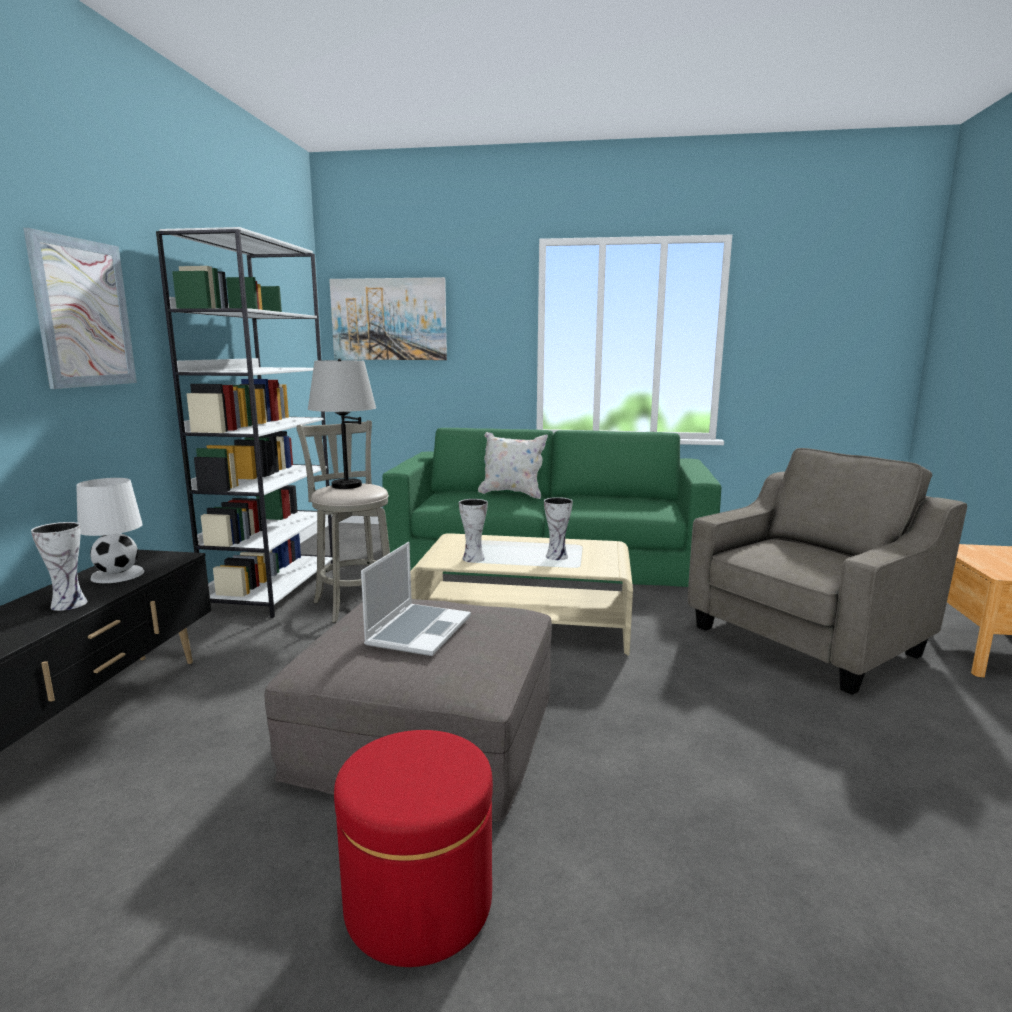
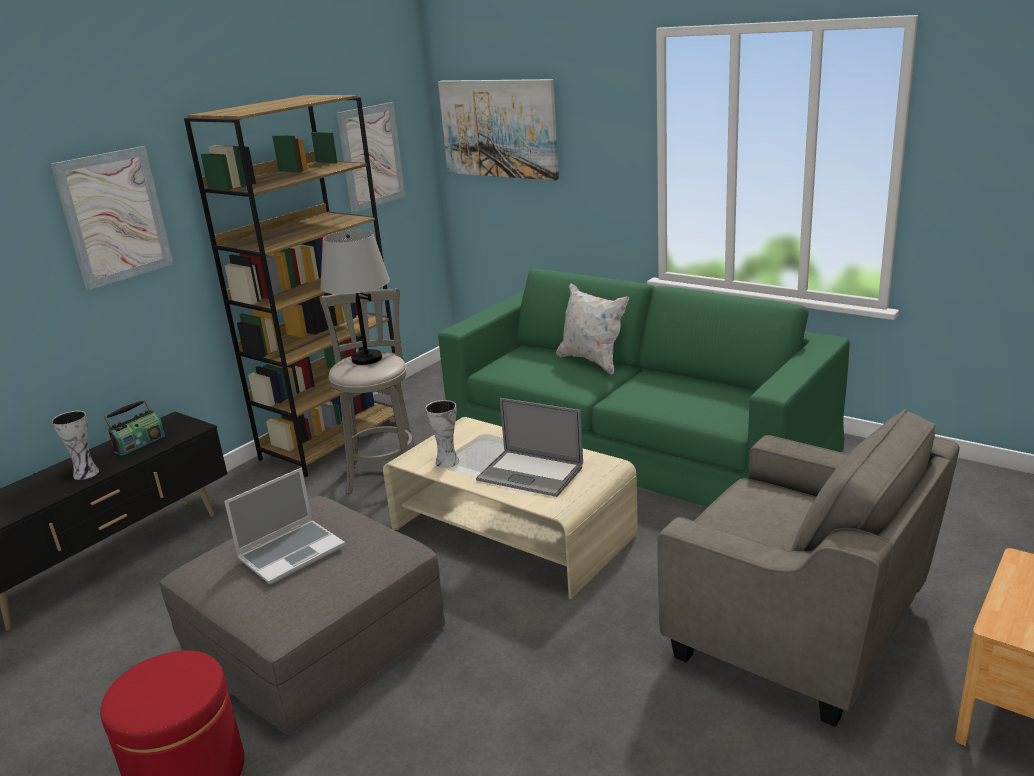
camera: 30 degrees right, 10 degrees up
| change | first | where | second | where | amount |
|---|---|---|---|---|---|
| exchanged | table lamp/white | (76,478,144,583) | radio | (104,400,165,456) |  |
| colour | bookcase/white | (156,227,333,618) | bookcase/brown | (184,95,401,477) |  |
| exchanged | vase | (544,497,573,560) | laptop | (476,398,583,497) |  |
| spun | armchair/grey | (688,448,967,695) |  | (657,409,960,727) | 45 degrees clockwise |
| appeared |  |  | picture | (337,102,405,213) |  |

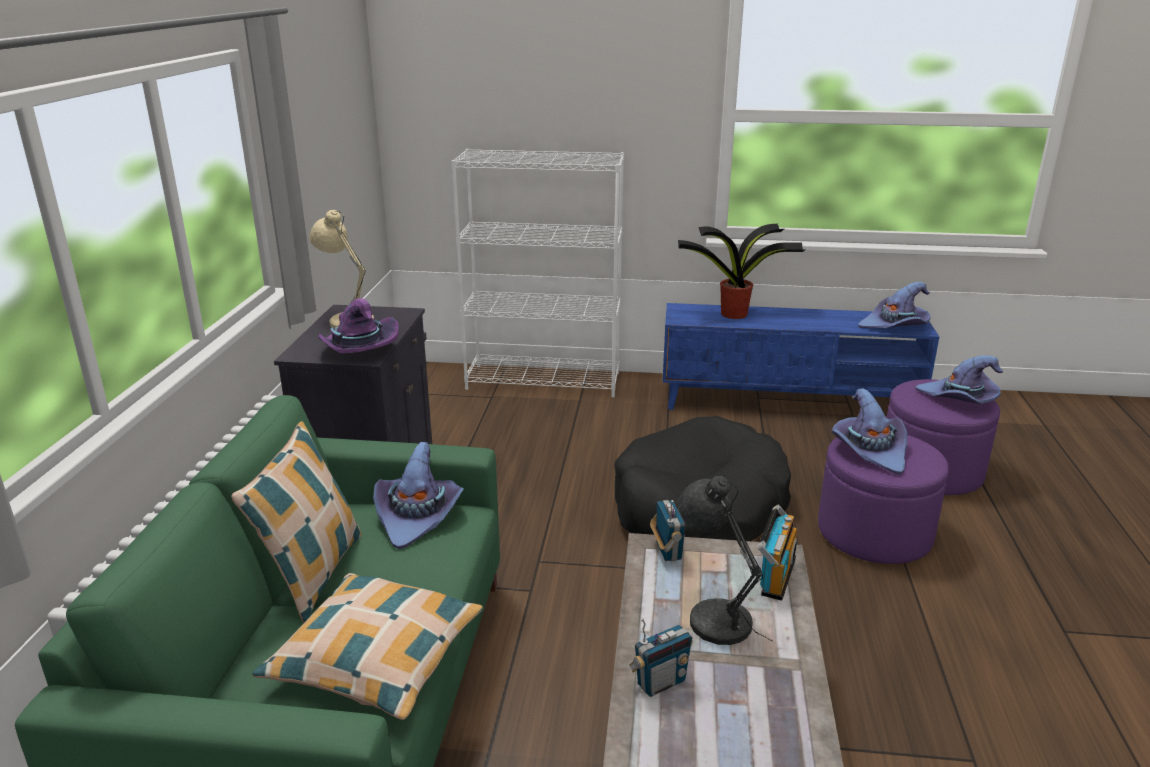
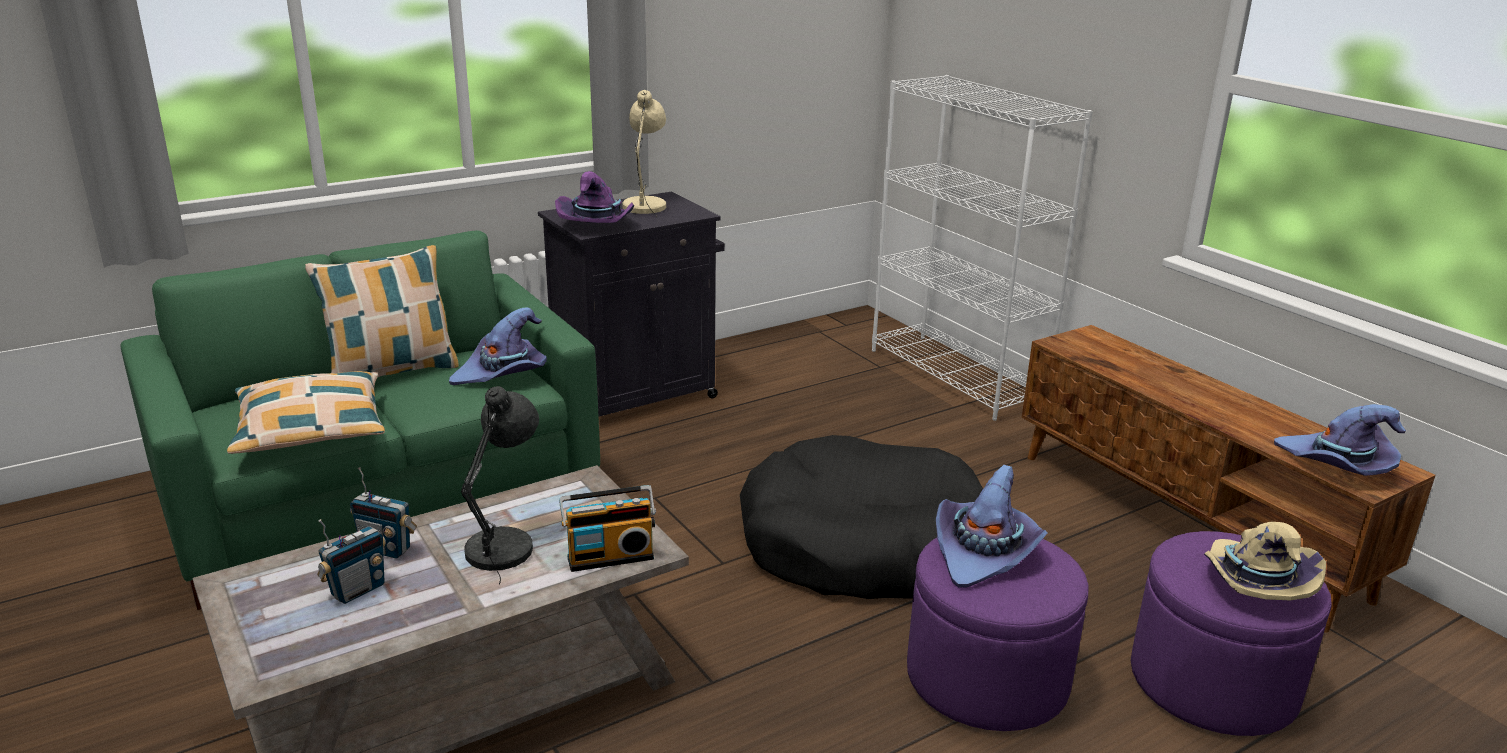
camera: 50 degrees right, 0 degrees up
| change | first | where | second | where | amount |
|---|---|---|---|---|---|
| relocated | radio | (650,500,685,561) |  | (317,519,386,604) |  |
| colour | tv stand/blue | (663,303,939,410) | tv stand/brown | (1022,325,1436,633) |  |
| missing | potted plant | (678,224,805,319) |  |  |  |
| colour | hat/purple | (915,355,1003,404) | hat/beige | (1204,522,1326,600) |  |

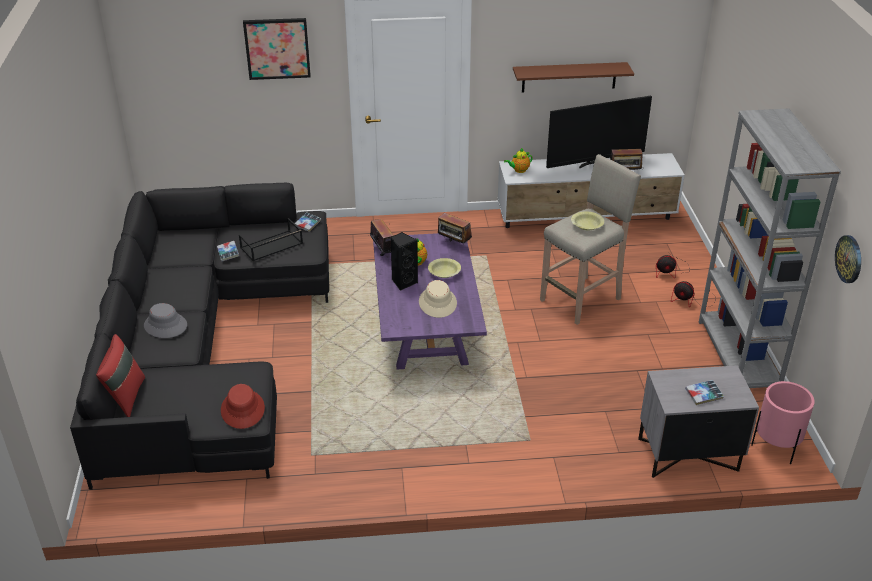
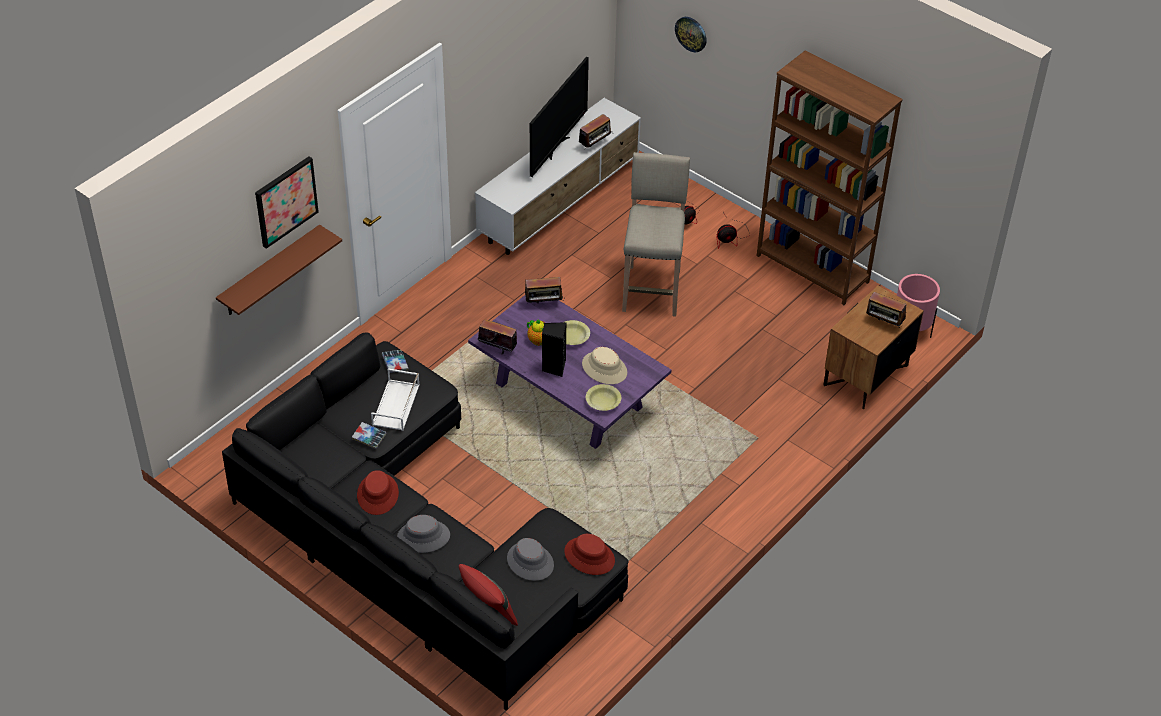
camera: 45 degrees left, 10 degrees up
| change | first | where | second | where | amount |
|---|---|---|---|---|---|
| colour | tray/black | (239,218,303,261) | tray/white | (371,368,419,431) |  |
| missing | teapot | (504,148,532,173) |  |  |  |
| relocated | shelf/brown | (513,62,634,92) |  | (216,225,342,315) |  |
| relocated | bowl/yellow | (571,211,604,230) |  | (586,384,621,411) |  |
| colour | nightstand/grey | (638,365,759,478) | nightstand/brown | (823,285,924,409) |  |
| exchanged | book | (685,380,724,405) | radio | (866,292,906,328) |  |
| colour | bookcase/grey | (699,109,841,388) | bookcase/brown | (757,50,903,305) |  |
| relocated | wall clock | (835,235,861,283) |  | (675,17,707,52) |  |
| appeared |  |  | hat/red | (357,470,399,515) |  |
| appeared |  |  | hat/grey | (507,538,554,581) |  |

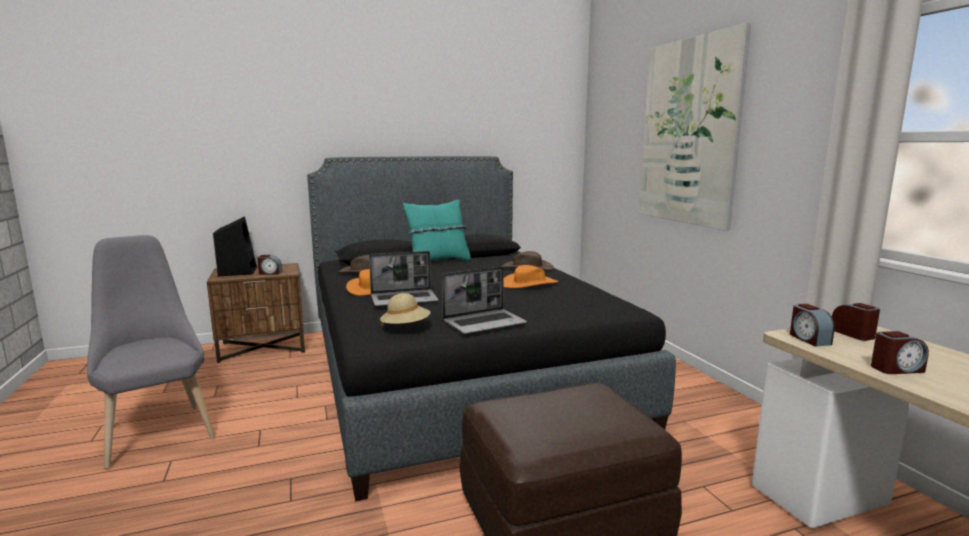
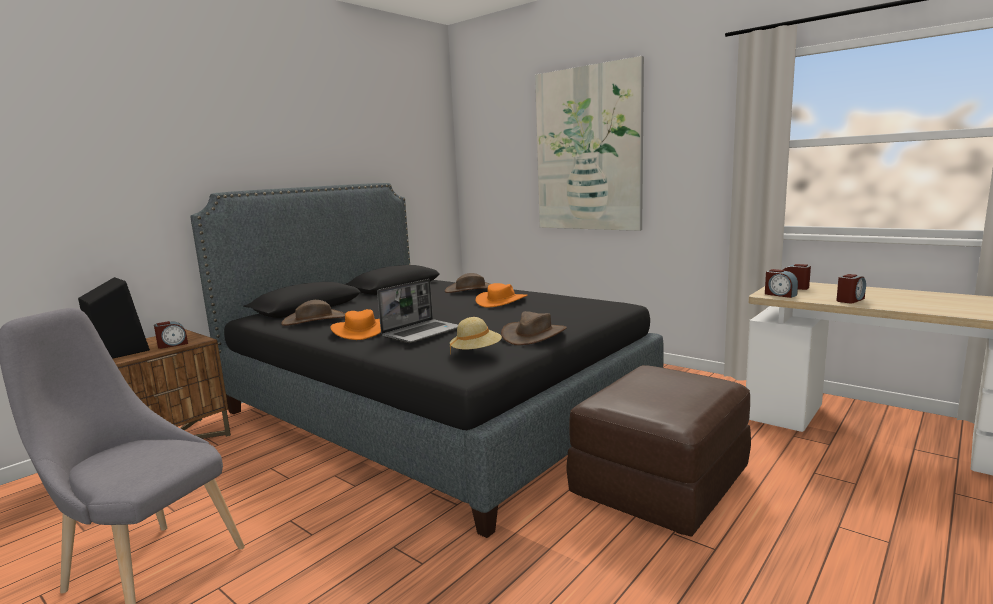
camera: 30 degrees left, 0 degrees up
| change | first | where | second | where | amount |
|---|---|---|---|---|---|
| missing | pillow/turquoise | (403,200,471,261) |  |  |  |
| exchanged | laptop | (442,266,527,334) | hat/brown | (501,311,567,345) |  |

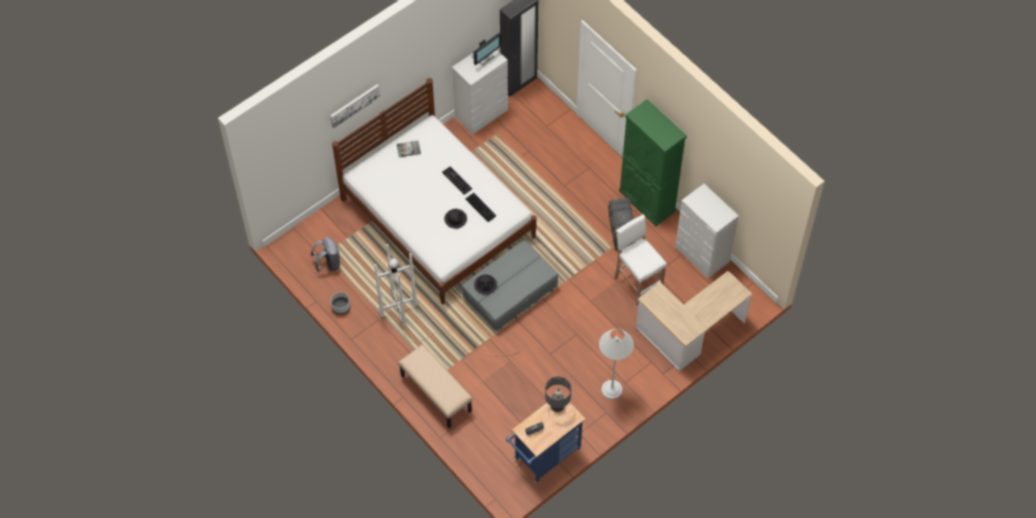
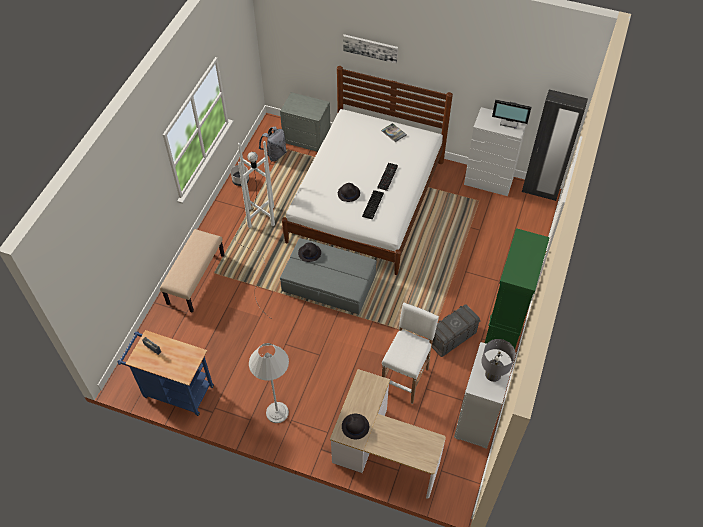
camera: 60 degrees right, 5 degrees down
| change | first | where | second | where | amount |
|---|---|---|---|---|---|
| relocated | table lamp/grey | (545,377,572,412) |  | (482,339,515,382) |  |
| appeared |  |  | nightstand/grey | (280,92,331,152) |  |
| appeared |  |  | hat/black | (342,414,369,439) |  |

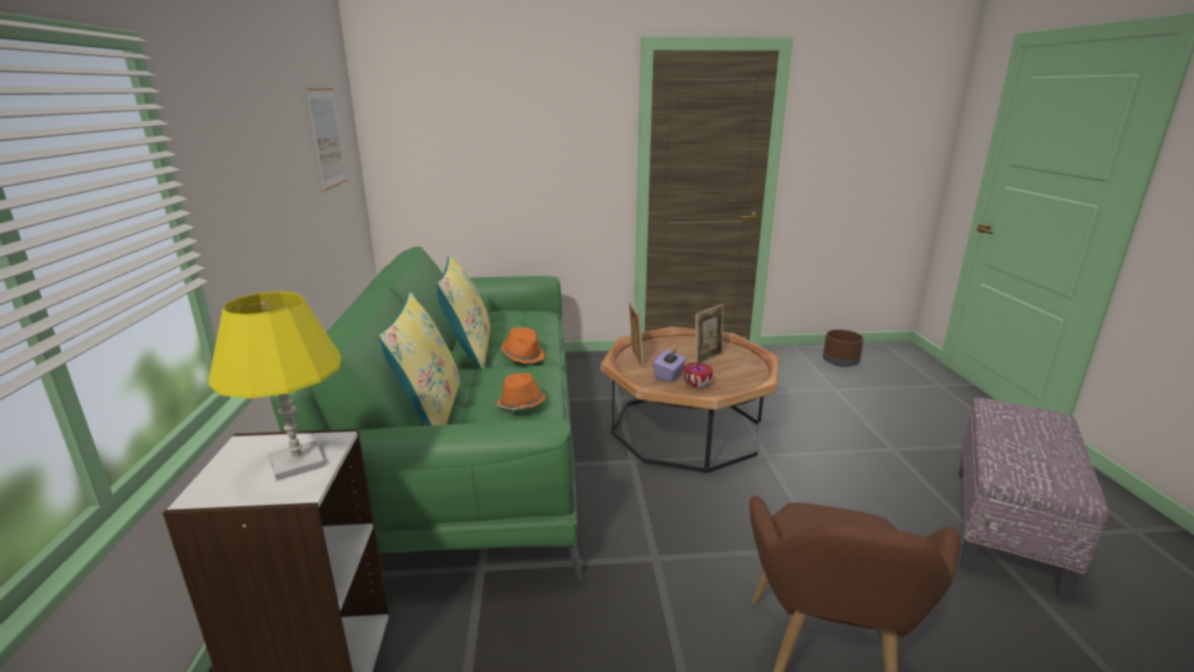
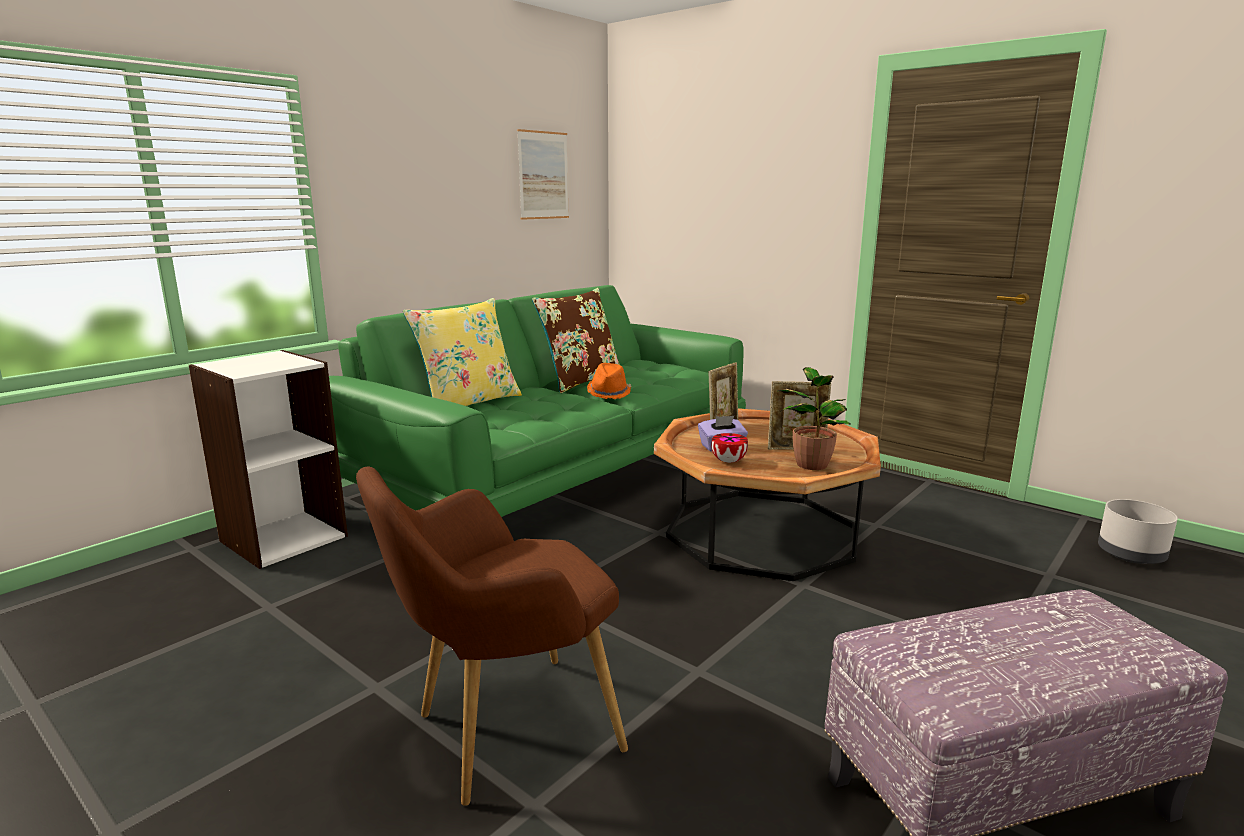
camera: 45 degrees right, 5 degrees down
| change | first | where | second | where | amount |
|---|---|---|---|---|---|
| missing | table lamp/yellow | (208,291,341,481) |  |  |  |
| colour | pillow/yellow | (436,255,490,370) | pillow/brown | (532,288,620,393) |  |
| missing | hat/orange | (496,373,546,410) |  |  |  |
| colour | planter/brown | (823,329,864,367) | planter/grey | (1098,499,1178,564) |  |
| appeared |  |  | potted plant | (778,367,852,470) |  |

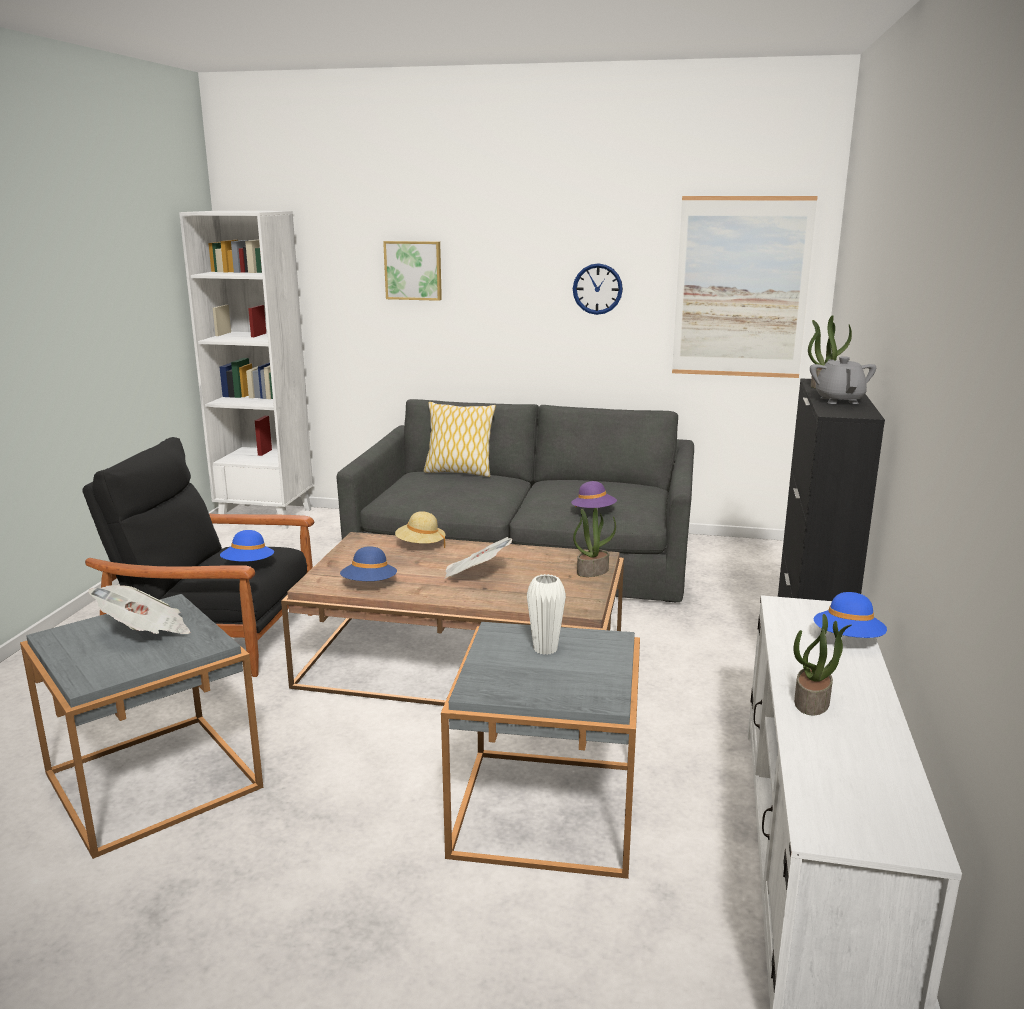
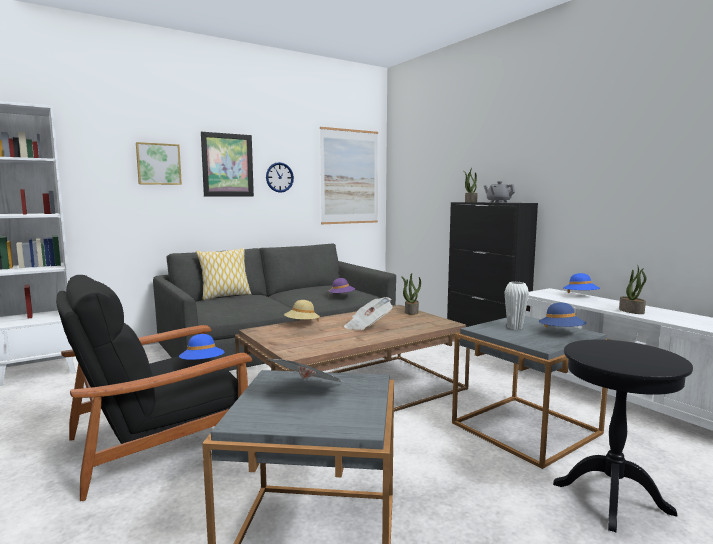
camera: 45 degrees left, 10 degrees down
| change | first | where | second | where | amount |
|---|---|---|---|---|---|
| relocated | hat/blue | (340,546,397,581) |  | (538,303,586,328) |  |
| appeared |  |  | picture | (201,132,254,196) |  |
| appeared |  |  | side table/black | (553,339,693,532) |  |

